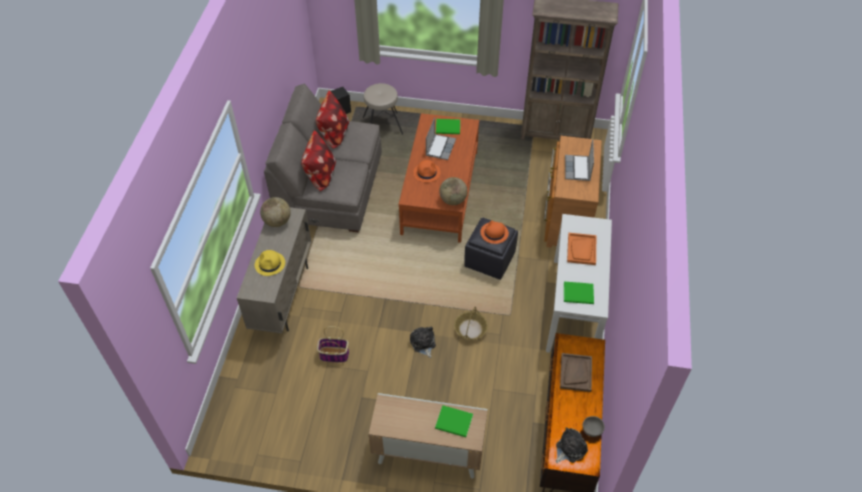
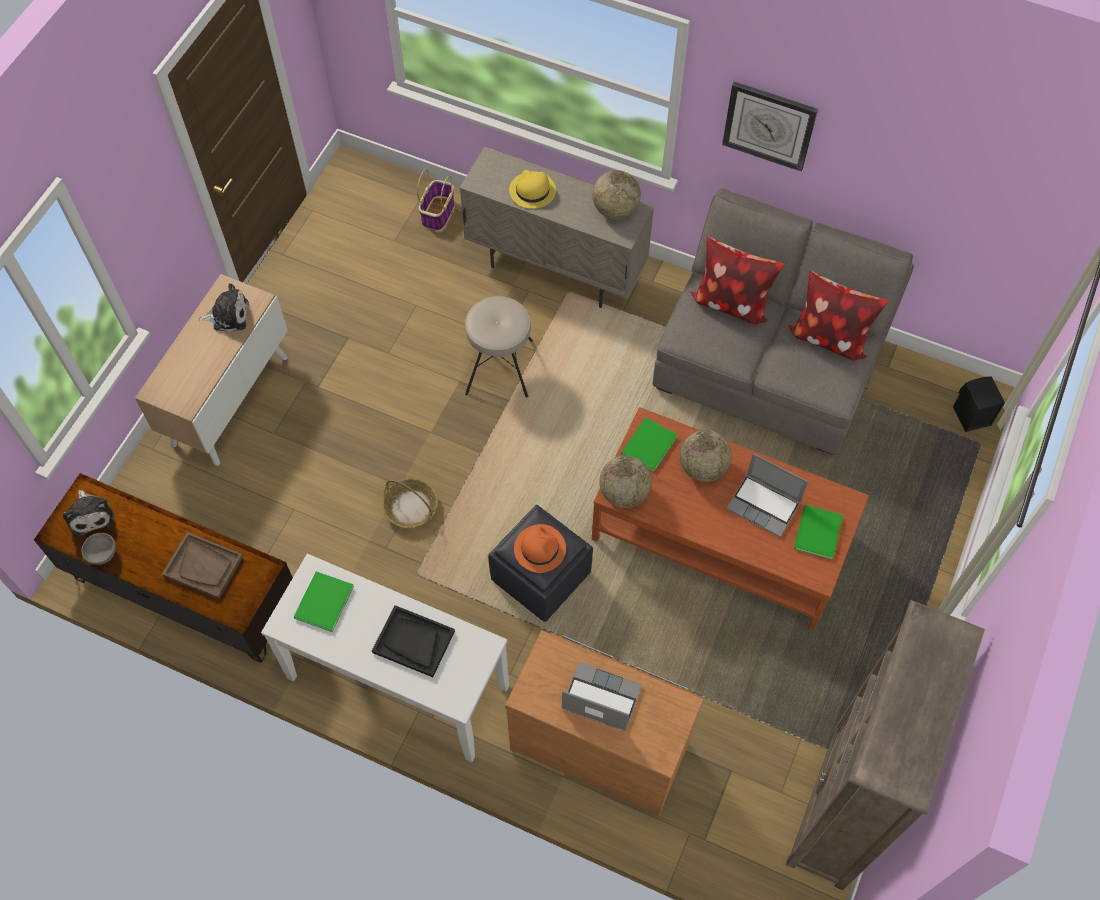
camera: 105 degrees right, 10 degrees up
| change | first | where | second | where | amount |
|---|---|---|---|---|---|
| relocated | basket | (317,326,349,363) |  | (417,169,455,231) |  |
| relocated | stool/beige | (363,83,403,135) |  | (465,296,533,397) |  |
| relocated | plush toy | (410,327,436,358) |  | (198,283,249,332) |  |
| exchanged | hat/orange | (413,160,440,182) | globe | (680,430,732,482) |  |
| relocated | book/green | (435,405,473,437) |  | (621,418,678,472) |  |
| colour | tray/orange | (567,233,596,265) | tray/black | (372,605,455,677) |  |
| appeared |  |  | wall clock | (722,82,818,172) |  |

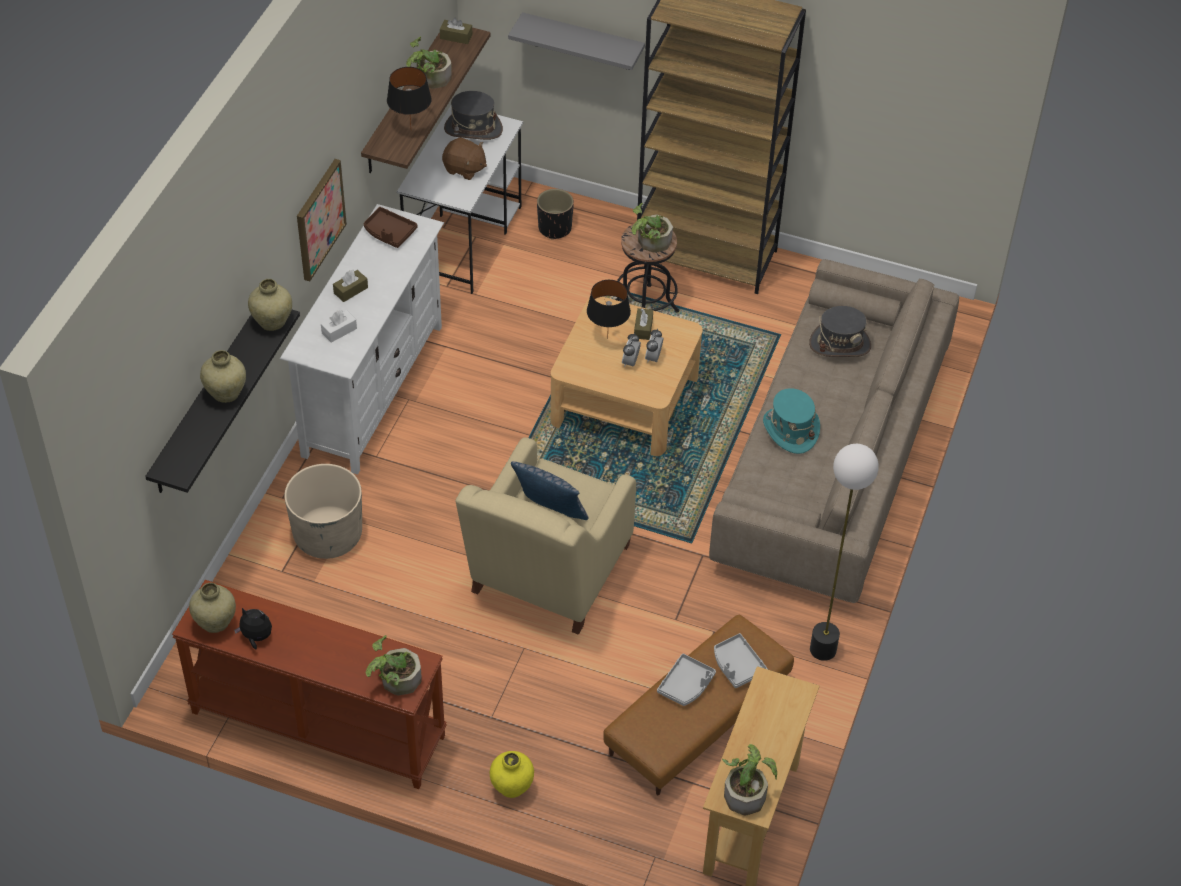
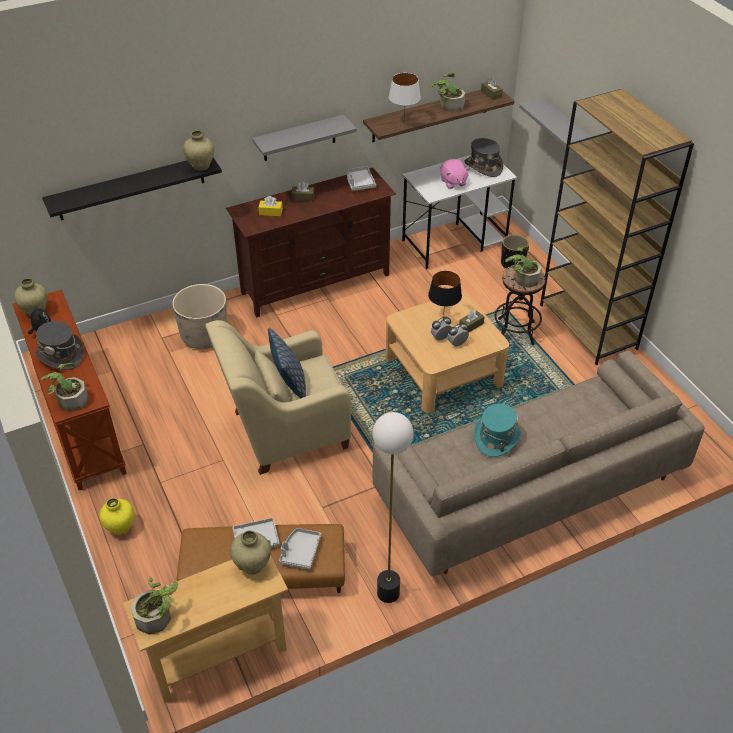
camera: 45 degrees right, 5 degrees down
| change | first | where | second | where | amount |
|---|---|---|---|---|---|
| relocated | vase/beige | (200,350,246,403) |  | (230,531,271,575) |  |
| colour | tv stand/white | (280,204,444,475) | tv stand/brown | (226,168,396,317) |  |
| exchanged | picture | (297,159,347,281) | shelf/grey | (252,115,357,161) |  |
| colour | tissue box/white | (321,310,357,343) | tissue box/yellow | (258,196,283,216) |  |
| colour | tray/brown | (364,207,417,248) | tray/grey | (347,166,376,191) |  |
| colour | table lamp/black | (387,67,432,127) | table lamp/white | (389,73,421,113) |  |
| colour | plush toy/brown | (442,137,487,180) | plush toy/pink | (440,159,470,189) |  |
| relocated | hat/grey | (809,306,871,357) |  | (35,321,84,370) |  |

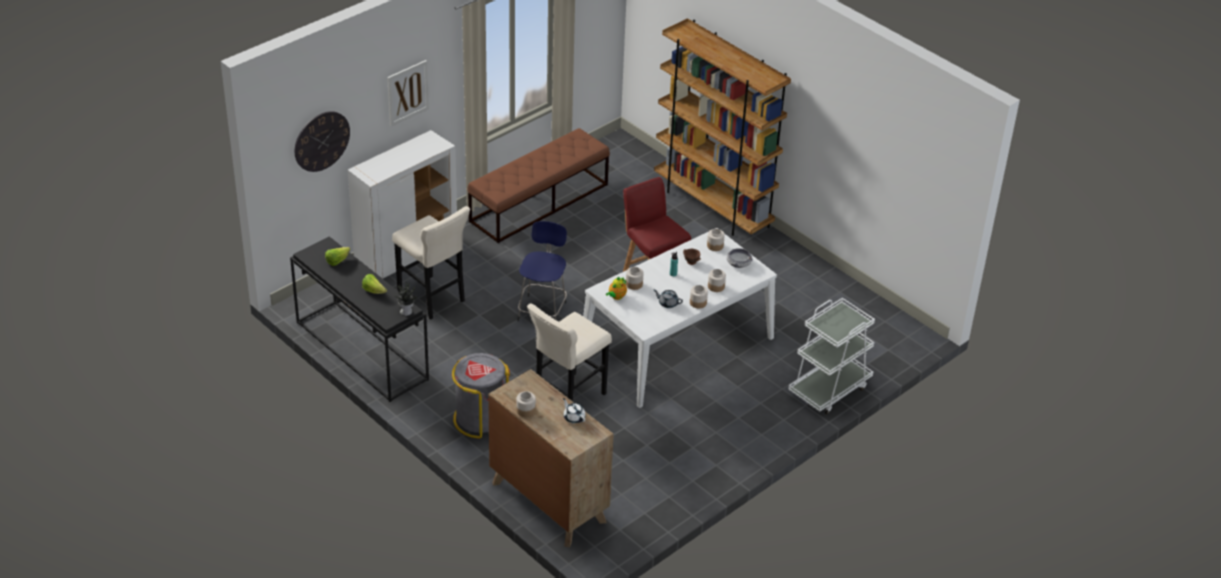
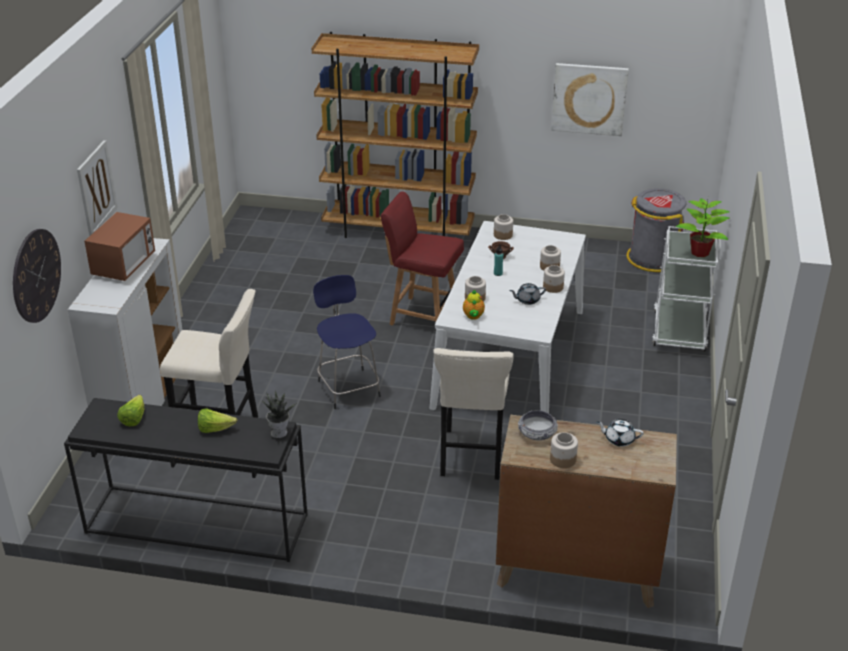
camera: 35 degrees left, 5 degrees down
| change | first | where | second | where | amount |
|---|---|---|---|---|---|
| relocated | trash can/grey | (452,353,510,439) |  | (626,188,686,272) |  |
| missing | bench/brown | (467,128,610,243) |  |  |  |
| relocated | bowl | (726,248,753,268) |  | (518,410,558,440) |  |
| appeared |  |  | microwave | (84,212,155,281) |  |
| appeared |  |  | picture | (551,63,629,136) |  |
| appeared |  |  | potted plant | (676,197,730,257) |  |

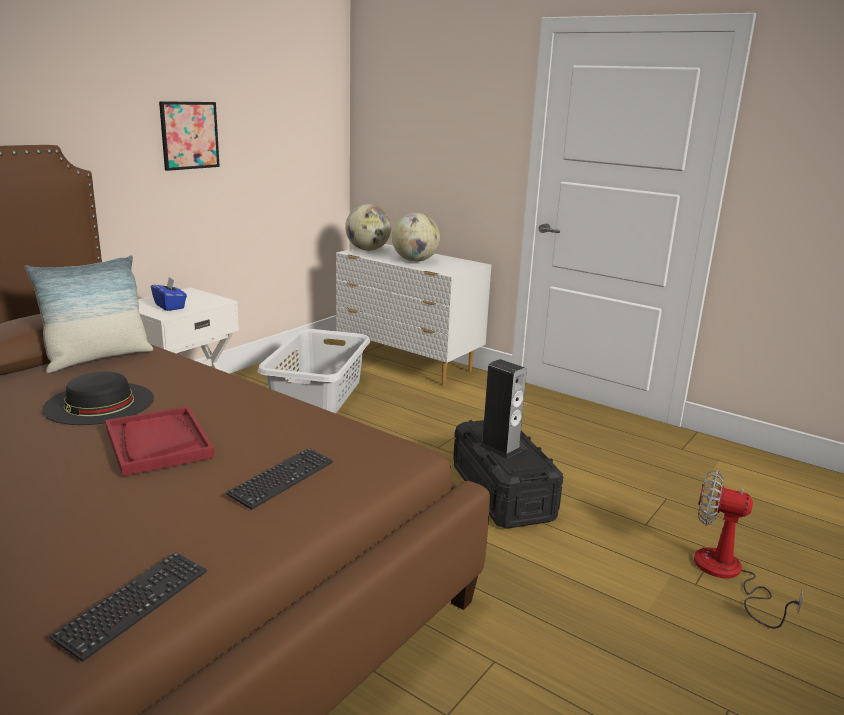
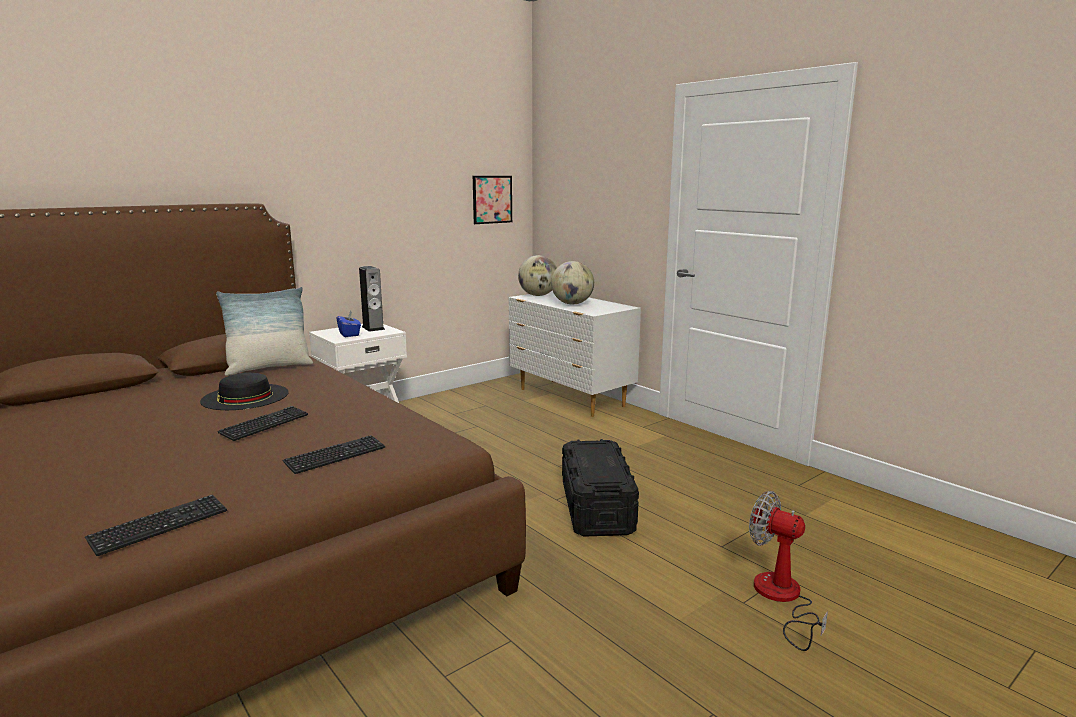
camera: 15 degrees right, 5 degrees down
| change | first | where | second | where | amount |
|---|---|---|---|---|---|
| exchanged | tray/red | (105,406,215,476) | keyboard | (217,406,308,441) |  |
| relocated | picture | (159,101,220,171) |  | (473,176,512,224) |  |
| missing | laundry basket/grey | (257,329,370,413) |  |  |  |
| relocated | speaker | (480,359,527,459) |  | (359,266,385,332) |  |

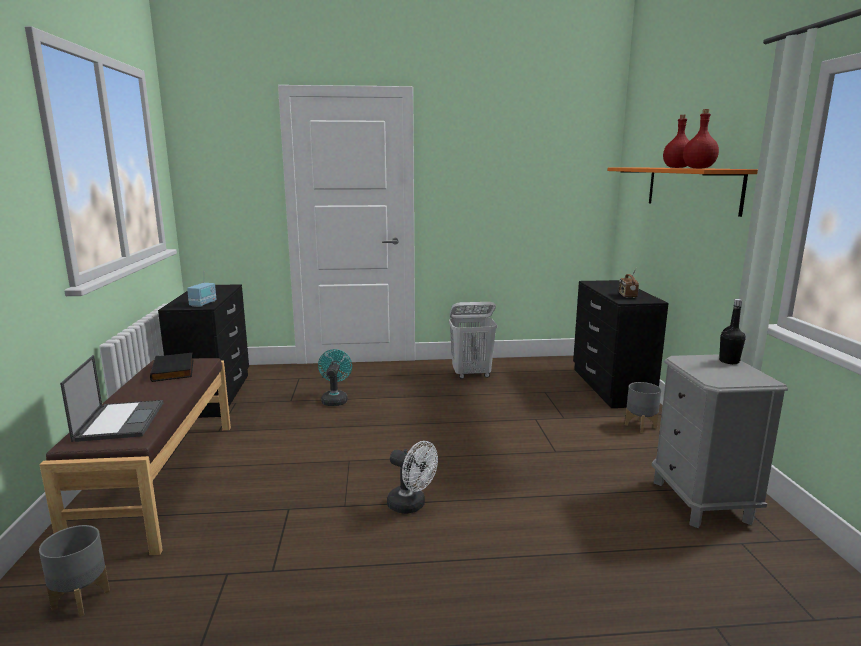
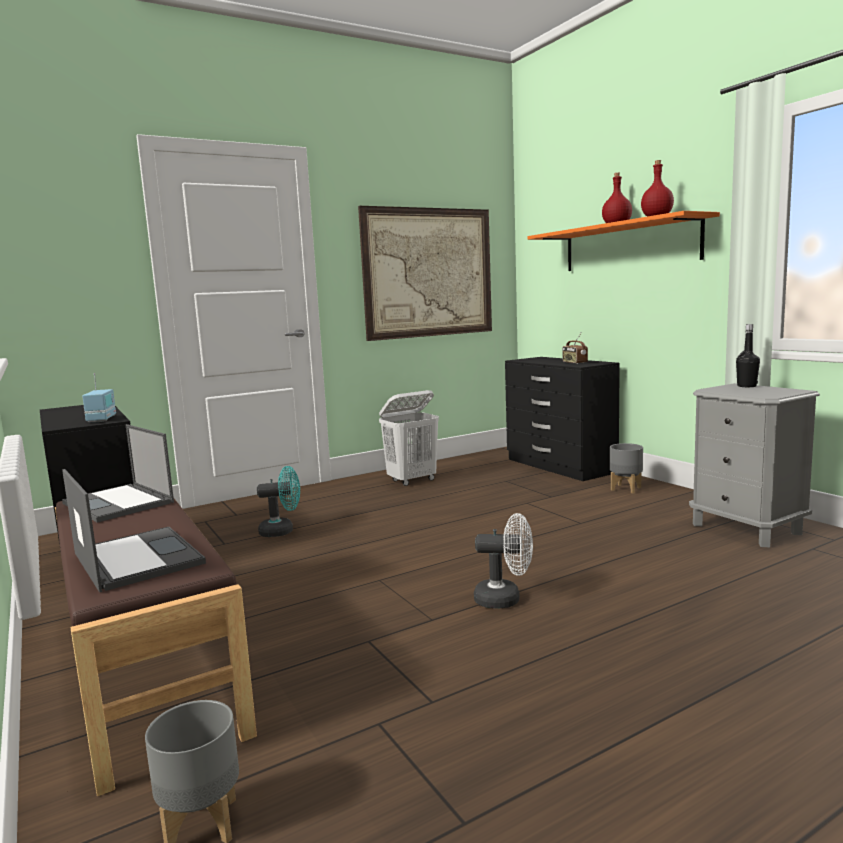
camera: 25 degrees left, 5 degrees down
| change | first | where | second | where | amount |
|---|---|---|---|---|---|
| exchanged | book/black | (150,353,193,382) | laptop | (62,424,174,523) |  |
| spun | fan/turquoise | (318,349,352,406) |  | (257,466,300,537) | 105 degrees clockwise |
| appeared |  |  | picture | (358,206,492,341) |  |

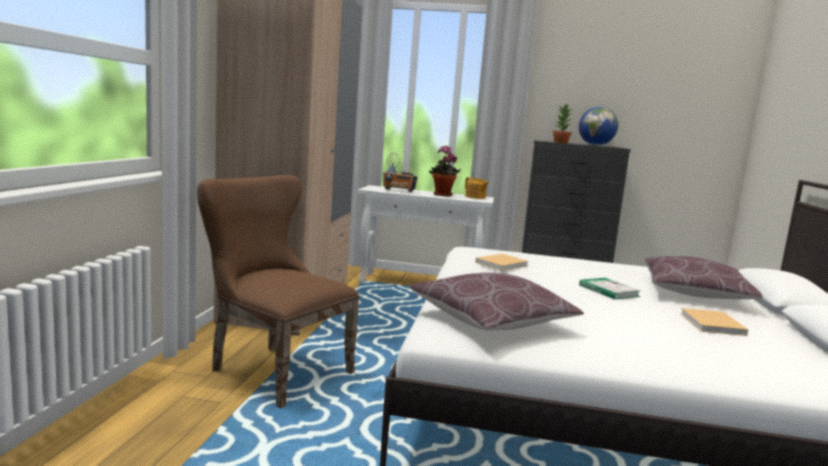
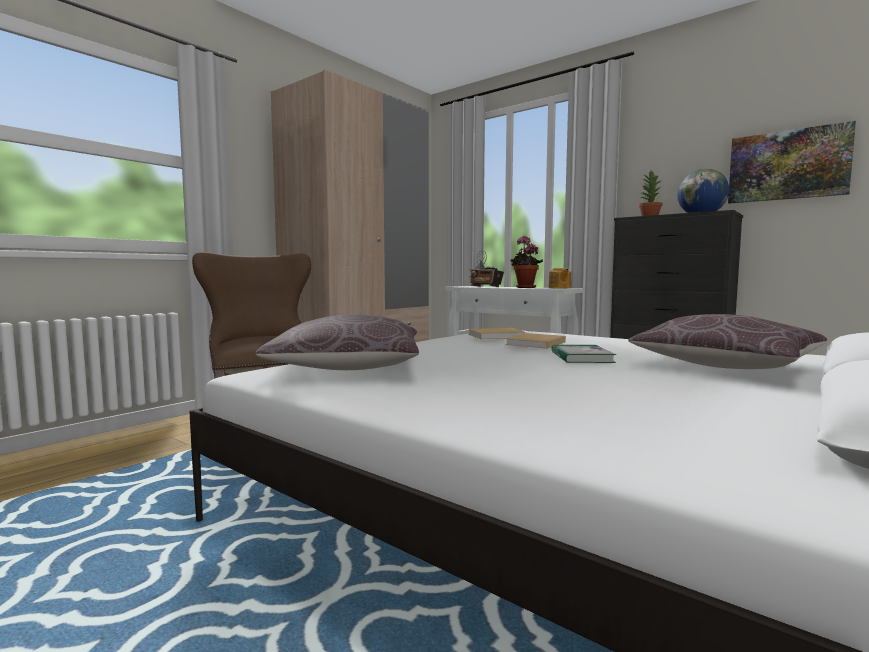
camera: 30 degrees right, 5 degrees down
| change | first | where | second | where | amount |
|---|---|---|---|---|---|
| relocated | book/beige | (680,308,748,336) |  | (505,333,566,349) |  |
| appeared |  |  | picture | (728,121,856,204) |  |

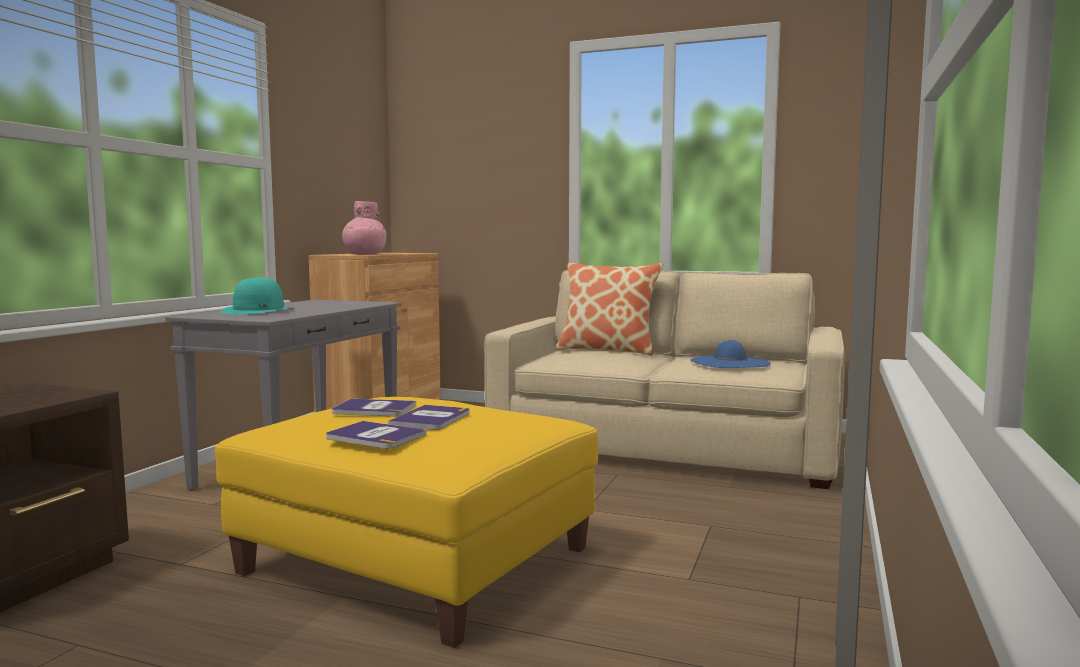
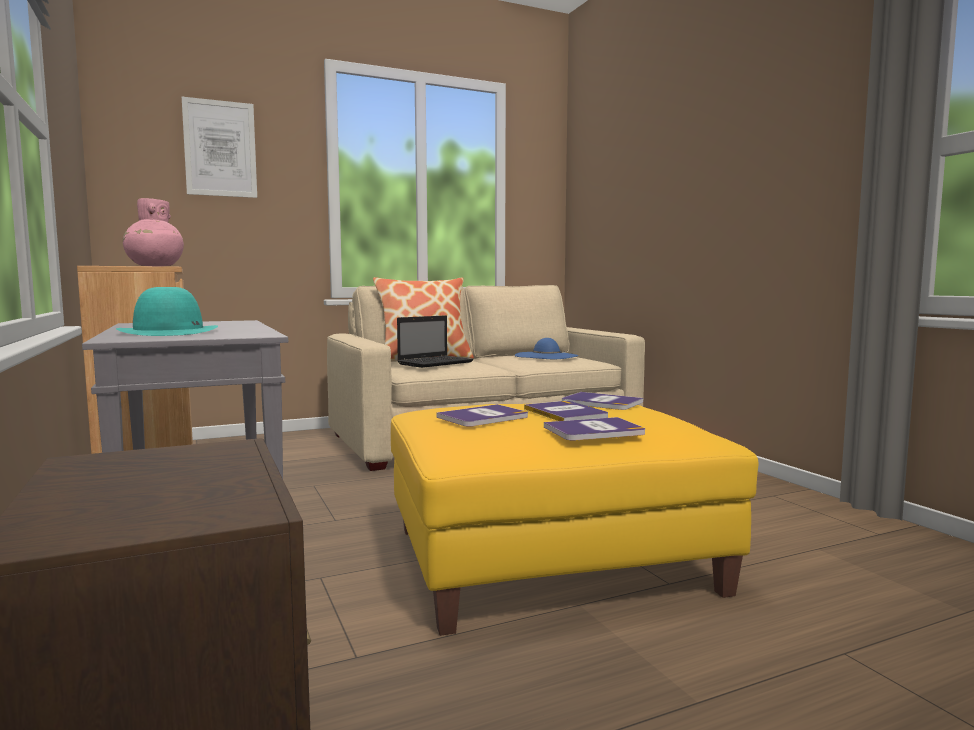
camera: 45 degrees left, 0 degrees up
| change | first | where | second | where | amount |
|---|---|---|---|---|---|
| appeared |  |  | picture | (182,97,257,198) |  |
| appeared |  |  | laptop | (397,315,473,368) |  |
| appeared |  |  | book | (562,392,643,410) |  |

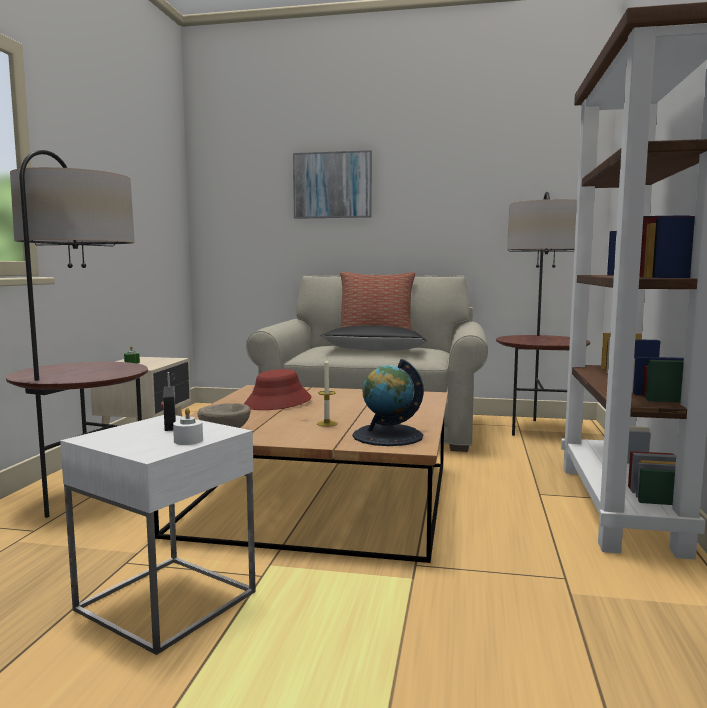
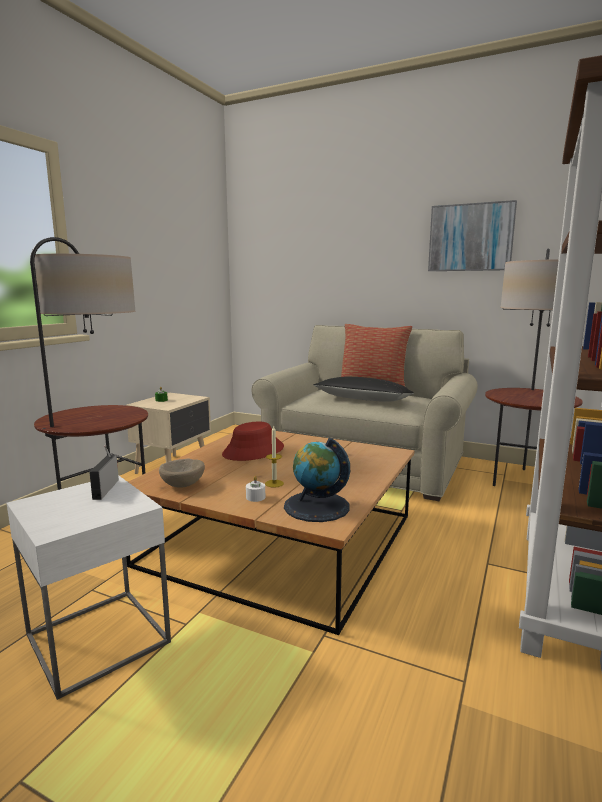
camera: 15 degrees right, 5 degrees up
| change | first | where | second | where | amount |
|---|---|---|---|---|---|
| relocated | candle/white | (173,408,203,445) |  | (246,476,265,502) |  |
| relocated | picture | (293,150,372,219) |  | (428,200,517,271) |  |

